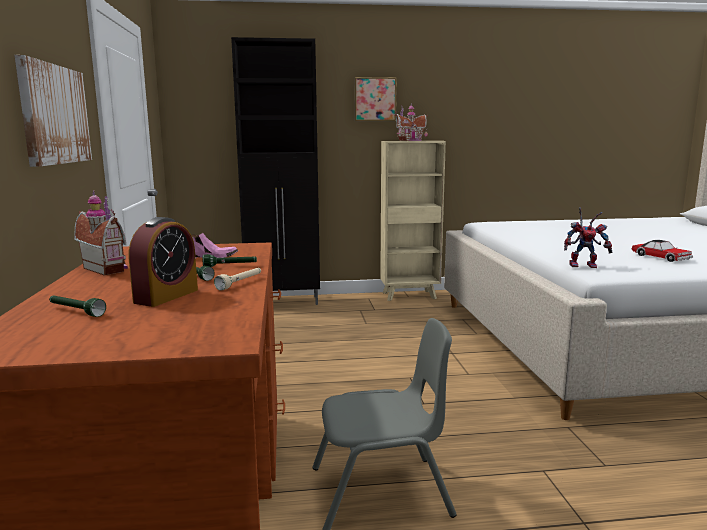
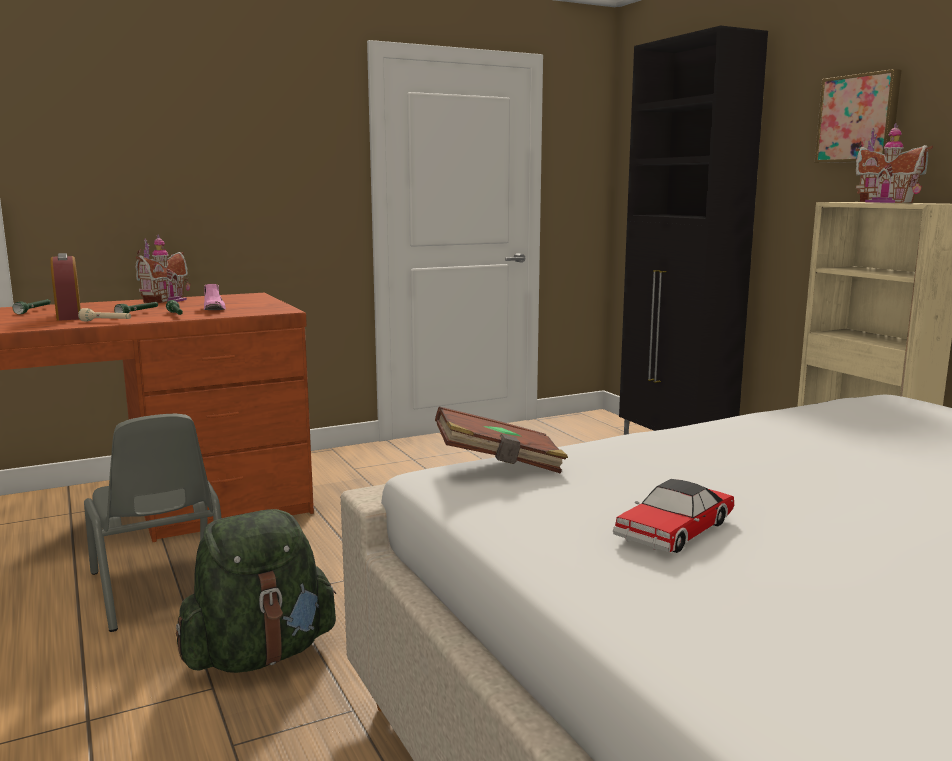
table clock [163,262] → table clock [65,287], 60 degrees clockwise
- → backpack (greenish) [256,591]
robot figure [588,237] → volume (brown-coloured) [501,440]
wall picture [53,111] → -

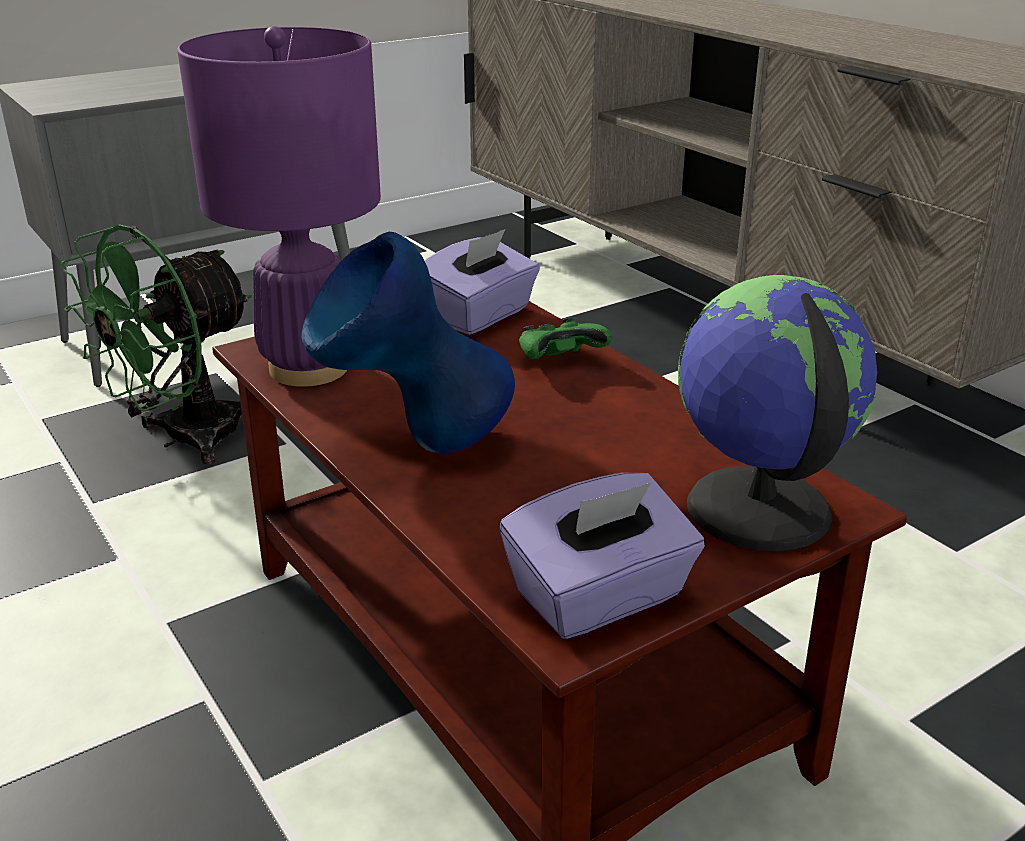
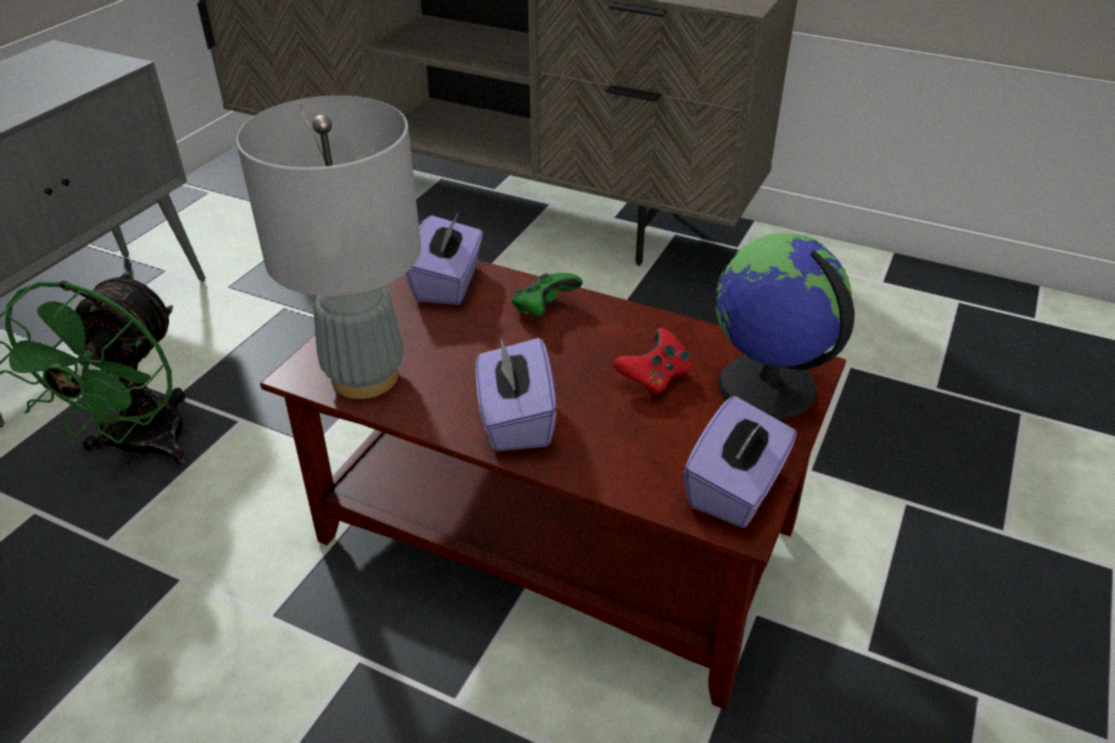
tabletop lamp (purple-coloured) [279,206] → tabletop lamp (grey) [328,247]
vase (blue-coloured) [408,343] → tissue holder (purple-coloured) [516,394]
- → gamepad (red-coloured) [652,362]

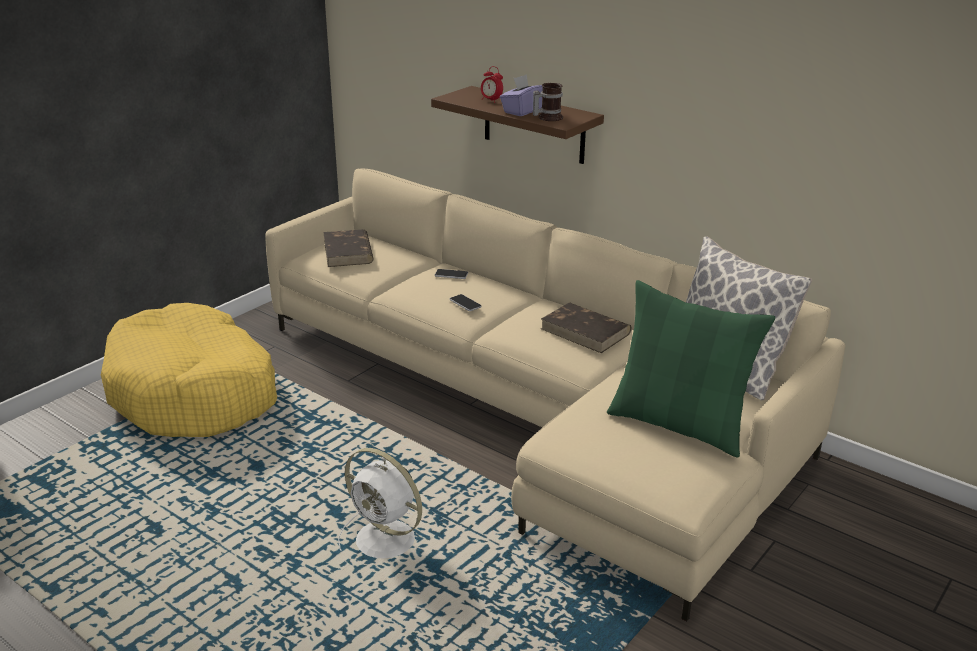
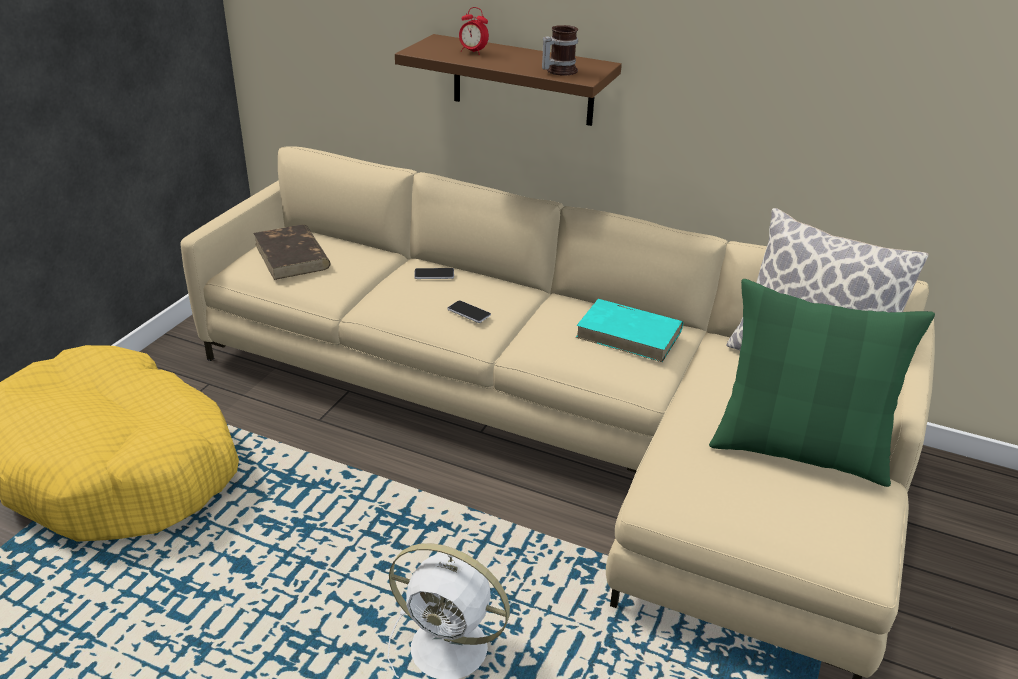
volume (brown-coloured) [586,327] → volume (blue-green) [629,330]
tissue holder (purple-coloured) [521,95] → -

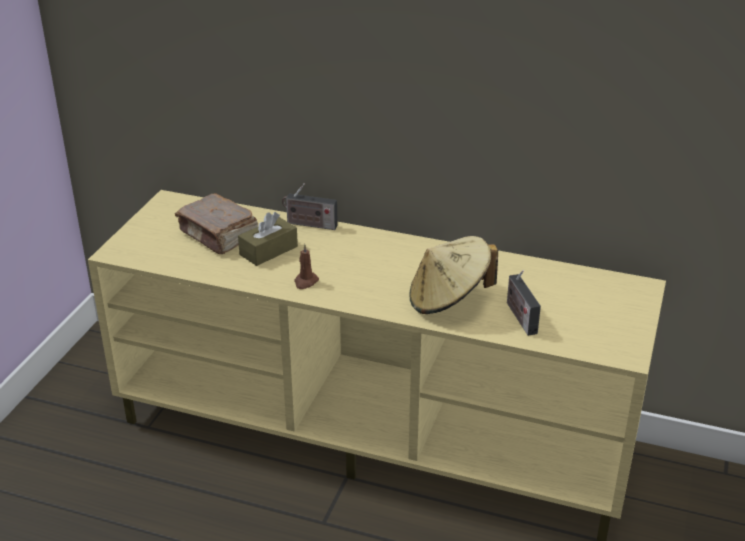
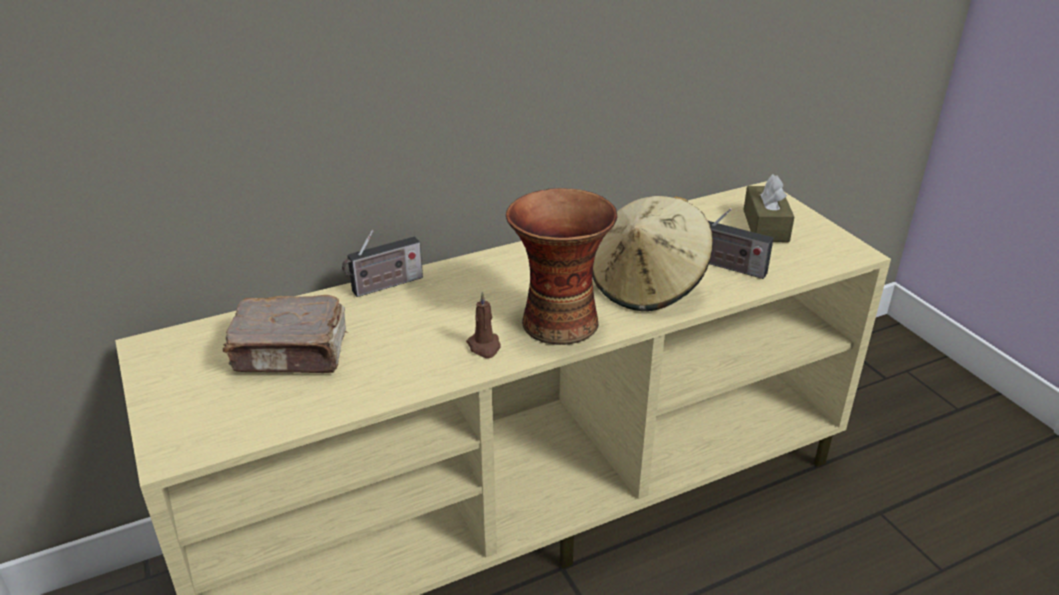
- → vase [561,266]
tissue holder (brown-coloured) [268,239] → tissue holder (brown-coloured) [769,208], shifted

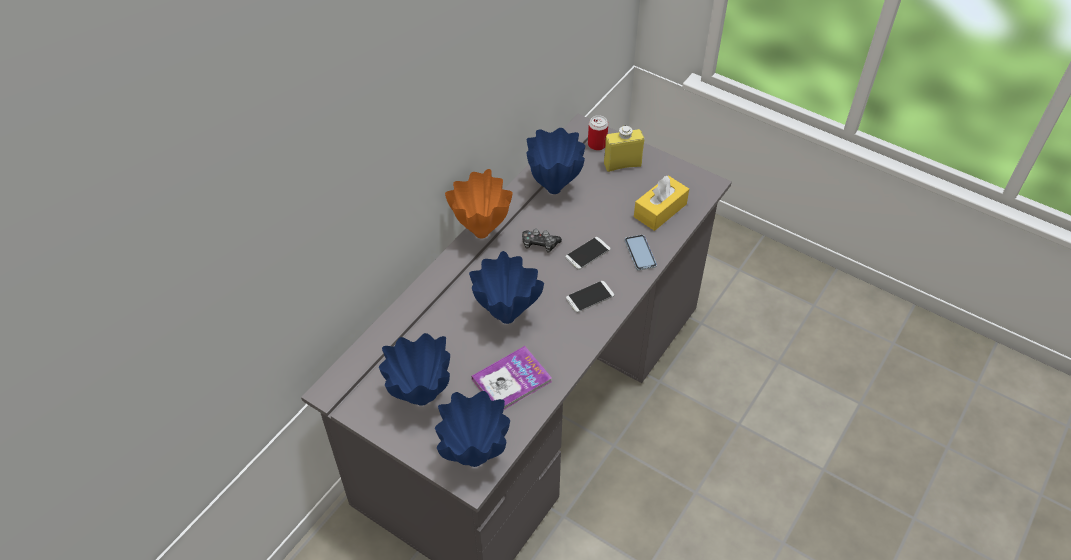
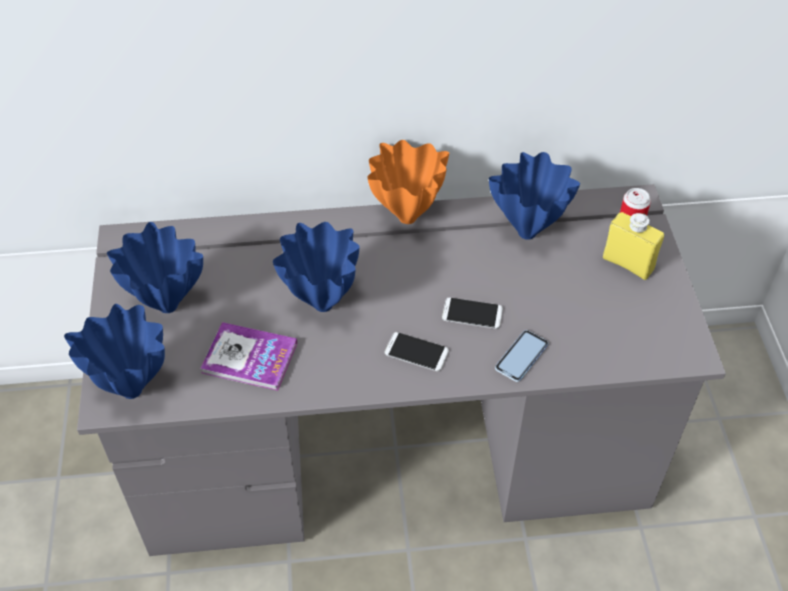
gamepad [542,241] → -
tissue holder (yellowish) [661,203] → -

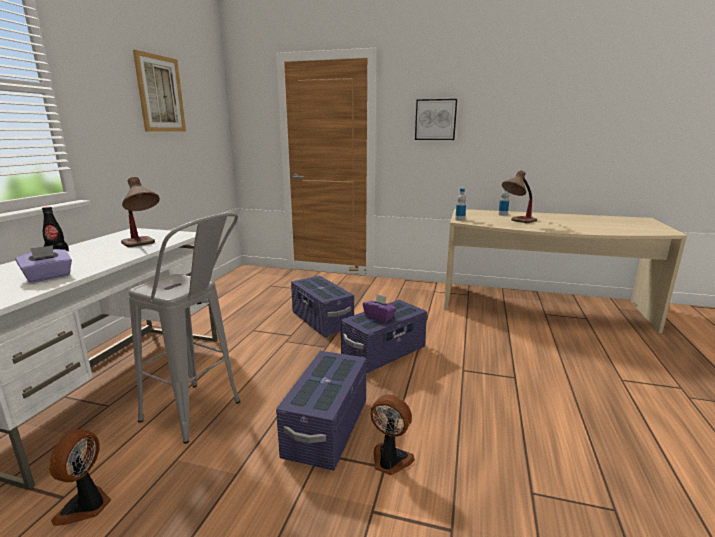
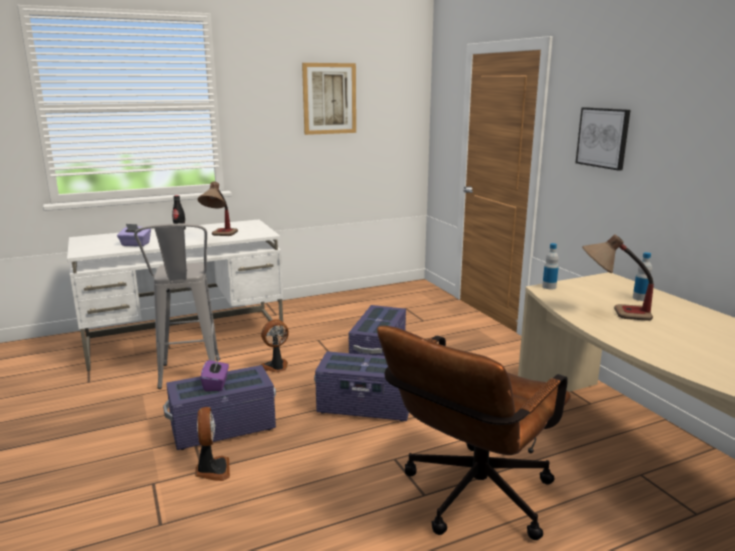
tissue holder (purple-coloured) [379,308] → tissue holder (purple-coloured) [214,374], shifted
fan [80,477] → fan [275,346], shifted
- → desk chair (brown-coloured) [474,433]

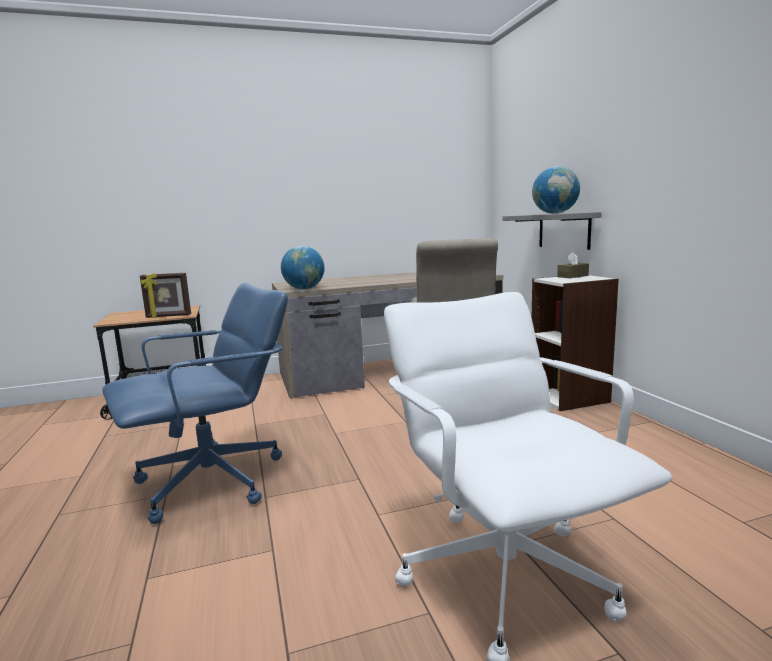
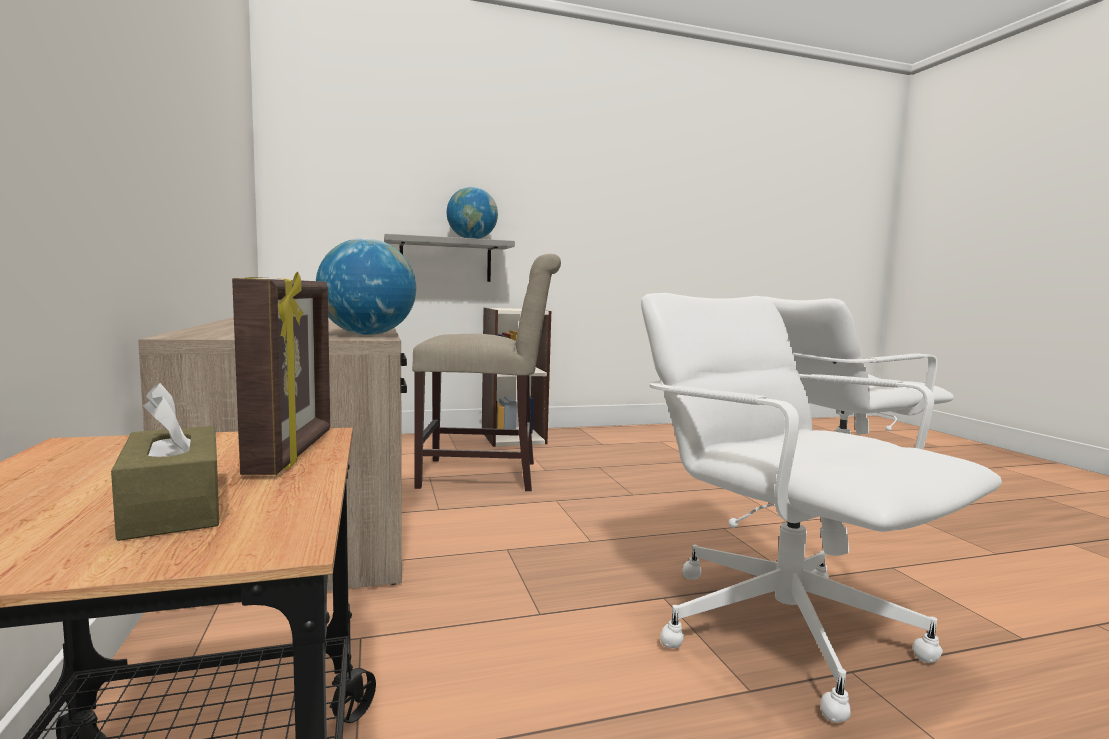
tissue holder (brown-coloured) [573,265] → tissue holder (brown-coloured) [165,462], shifted
desk chair (blue-coloured) [195,403] → desk chair (white) [821,508]

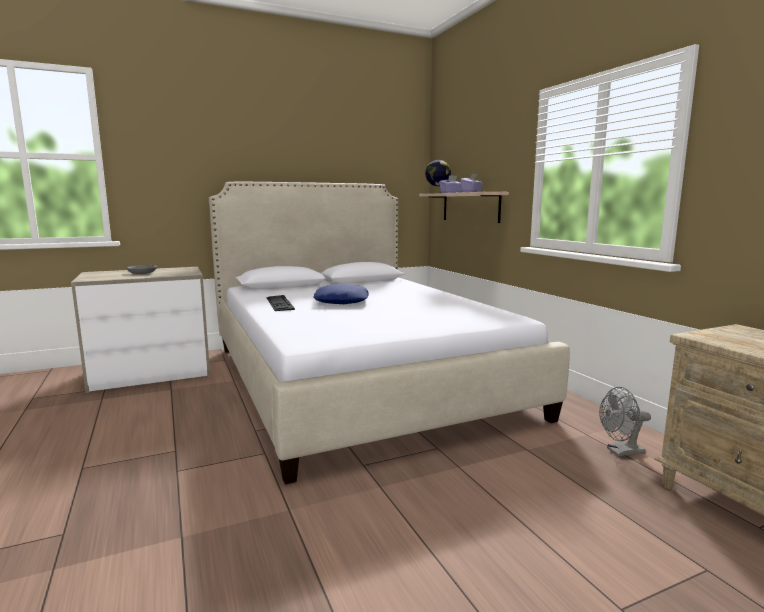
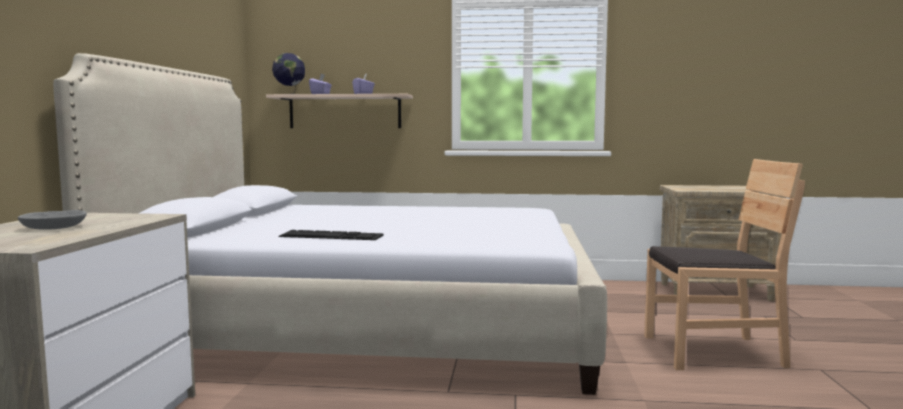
- → plain chair (brown-coloured) [724,264]
throw pillow (blue-coloured) [341,294] → -
fan (grey) [625,421] → -

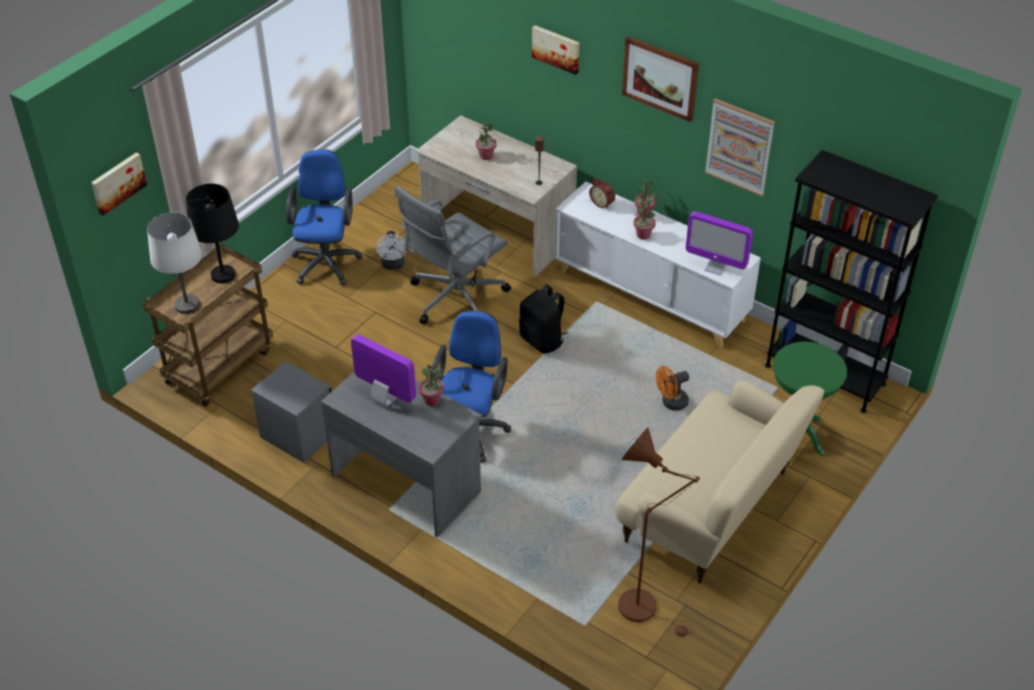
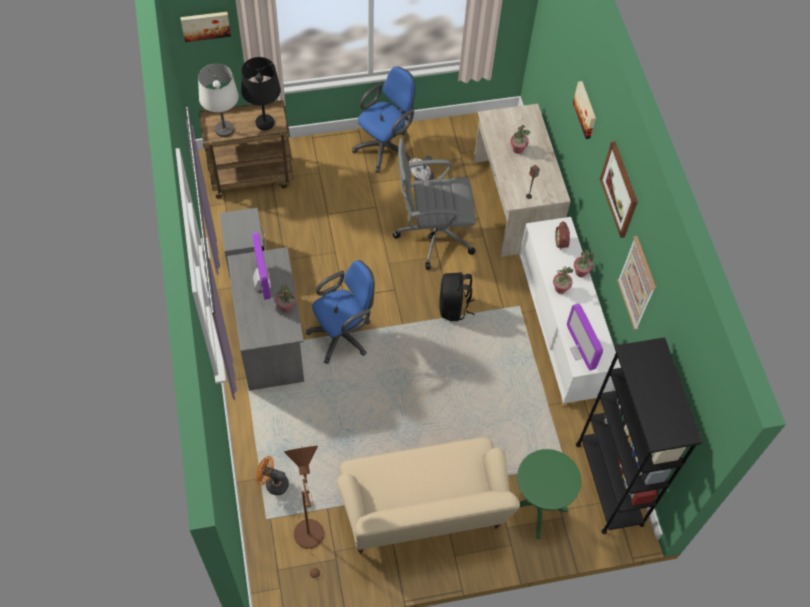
fan (orange) [672,388] → fan (orange) [272,475], shifted

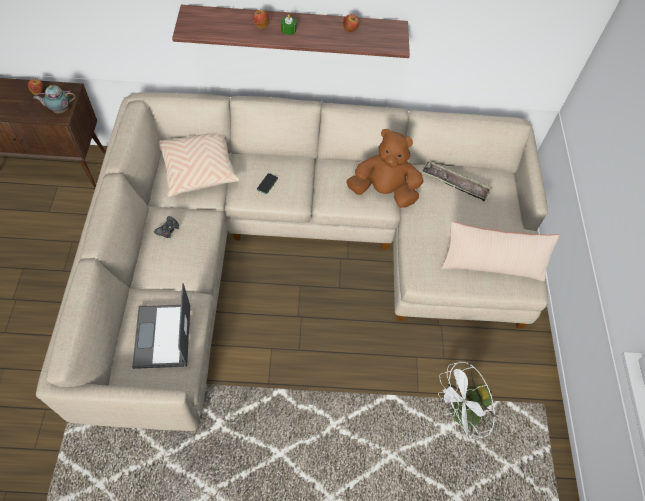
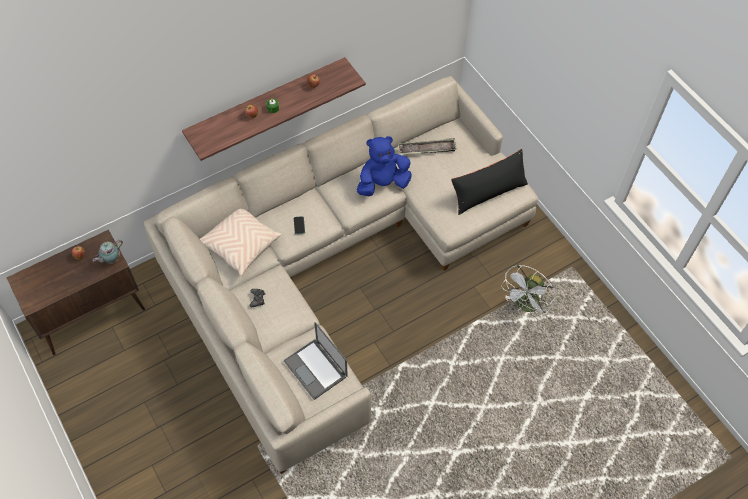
soft toy (brown-coloured) [384,168] → soft toy (blue-coloured) [384,166]
throw pillow (sand-coloured) [500,251] → throw pillow (blackish) [489,182]

